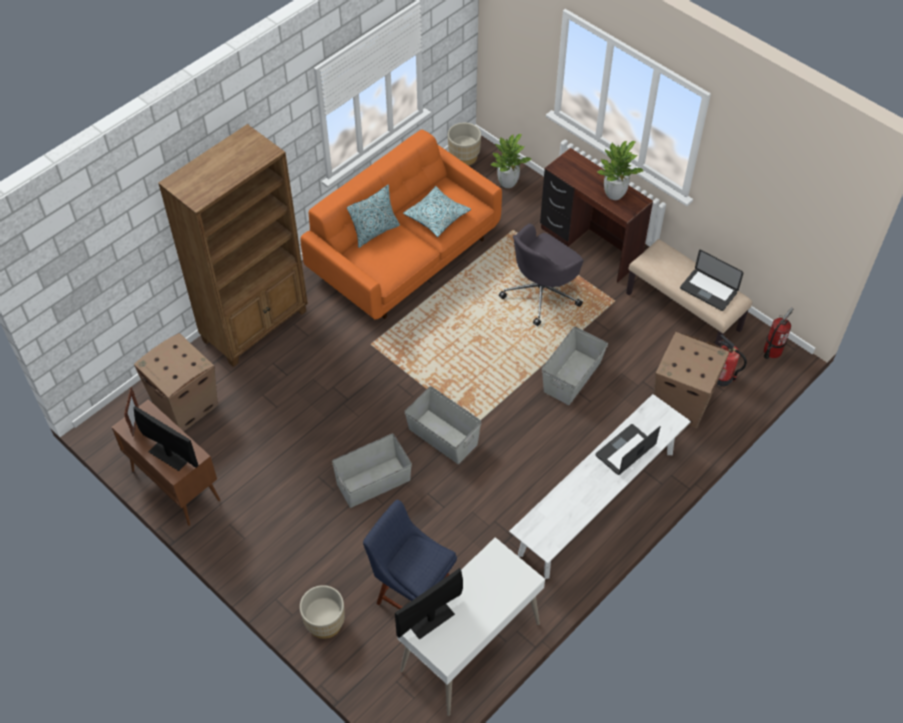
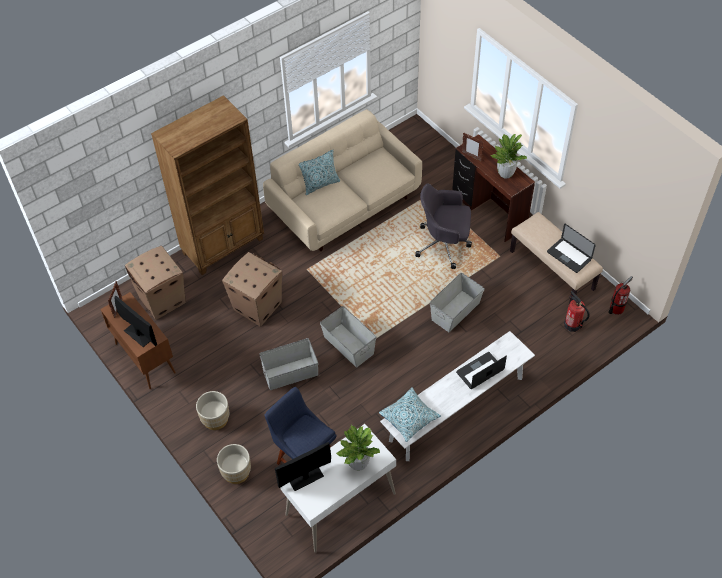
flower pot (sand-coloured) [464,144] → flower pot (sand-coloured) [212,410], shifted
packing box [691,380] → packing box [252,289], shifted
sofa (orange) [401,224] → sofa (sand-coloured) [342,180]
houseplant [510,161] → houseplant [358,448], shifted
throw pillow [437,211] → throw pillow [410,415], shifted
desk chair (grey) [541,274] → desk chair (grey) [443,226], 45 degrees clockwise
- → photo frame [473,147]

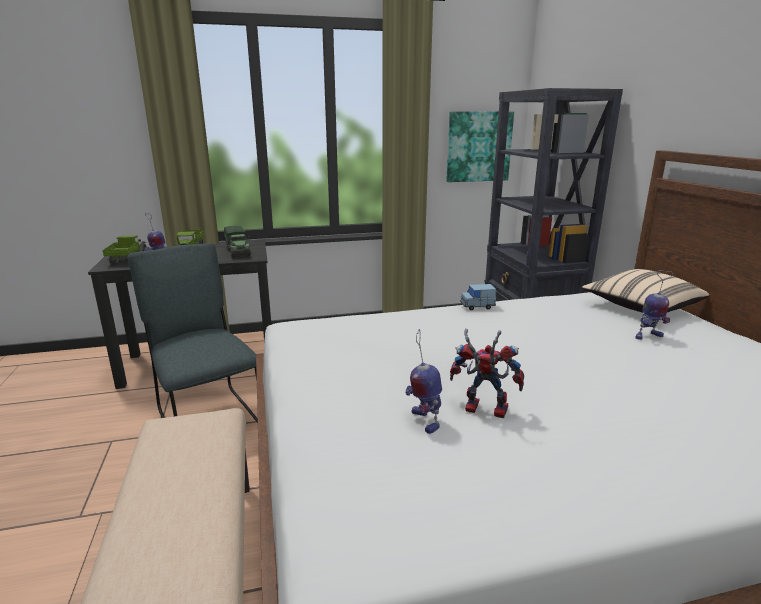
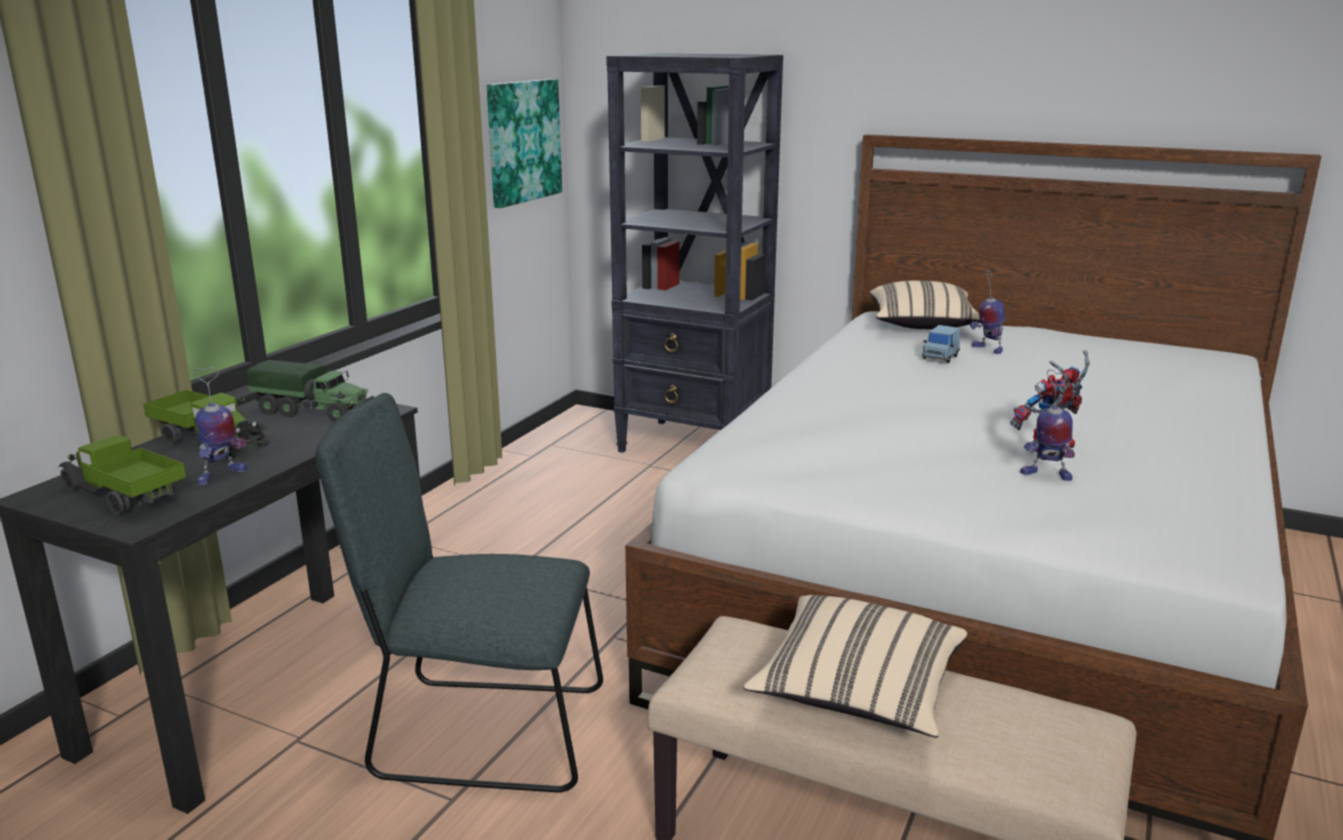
- → throw pillow (sand-coloured) [855,666]
miniature car (blue-coloured) [478,297] → miniature car (blue-coloured) [941,344], shifted
robot figure [654,305] → robot figure [987,311], 120 degrees clockwise

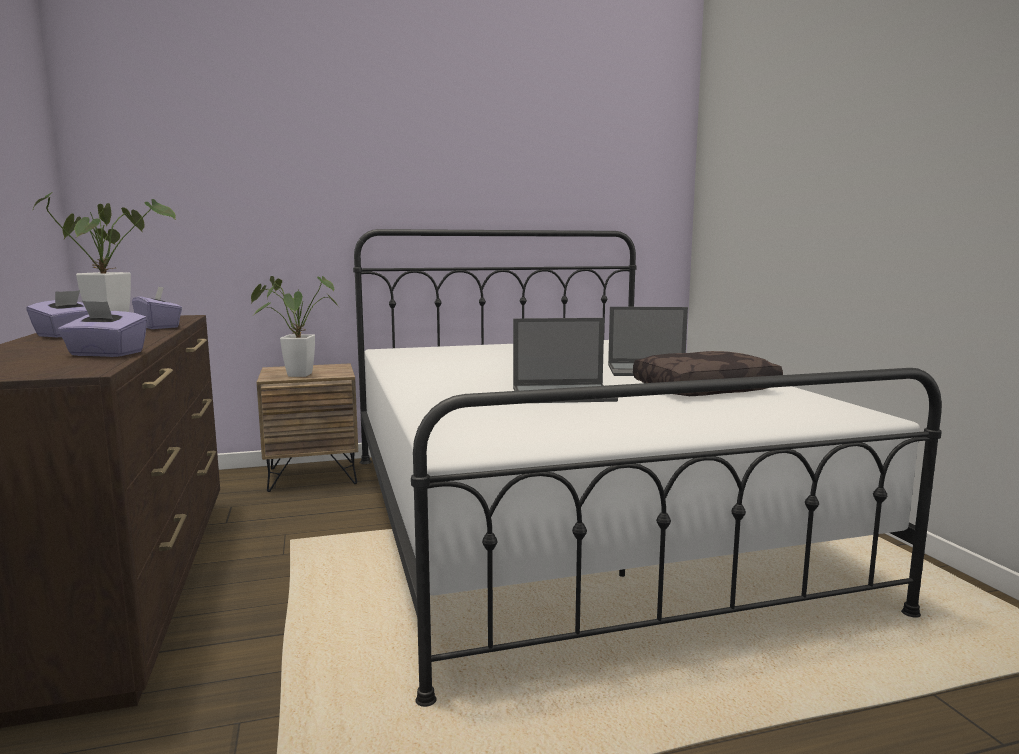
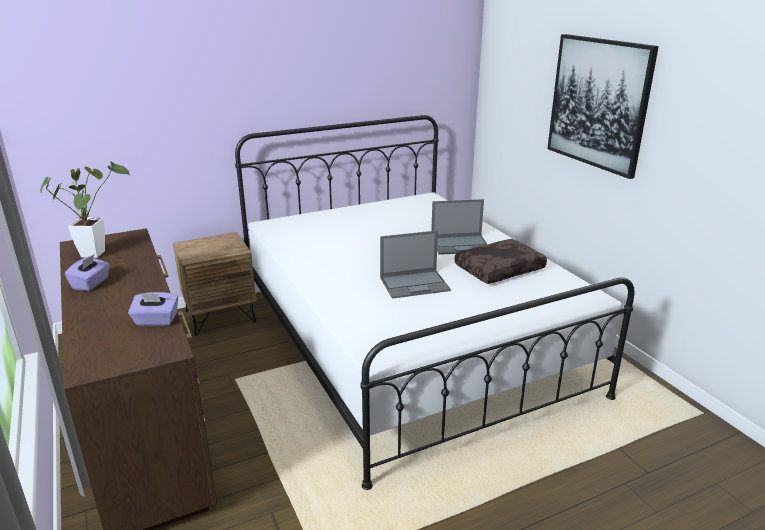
- → wall picture [603,106]
tissue holder (purple-coloured) [157,307] → -
houseplant [295,326] → -

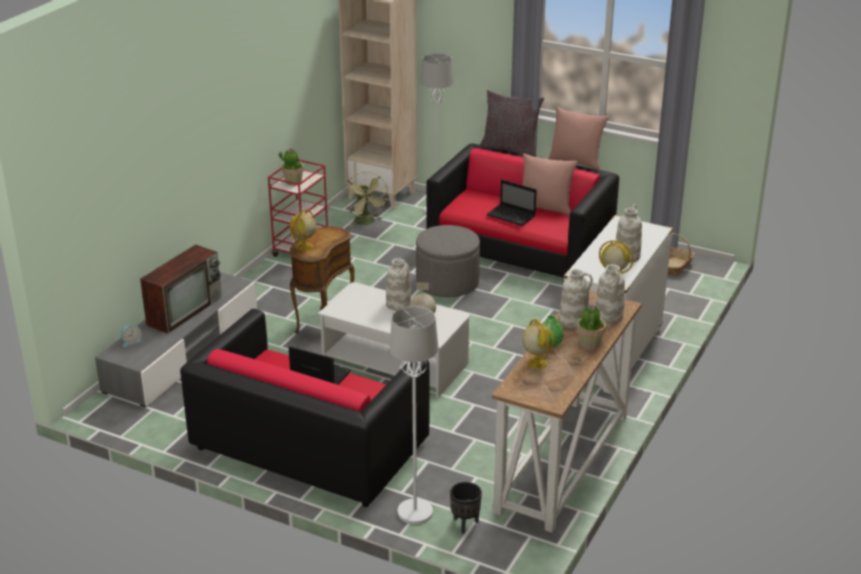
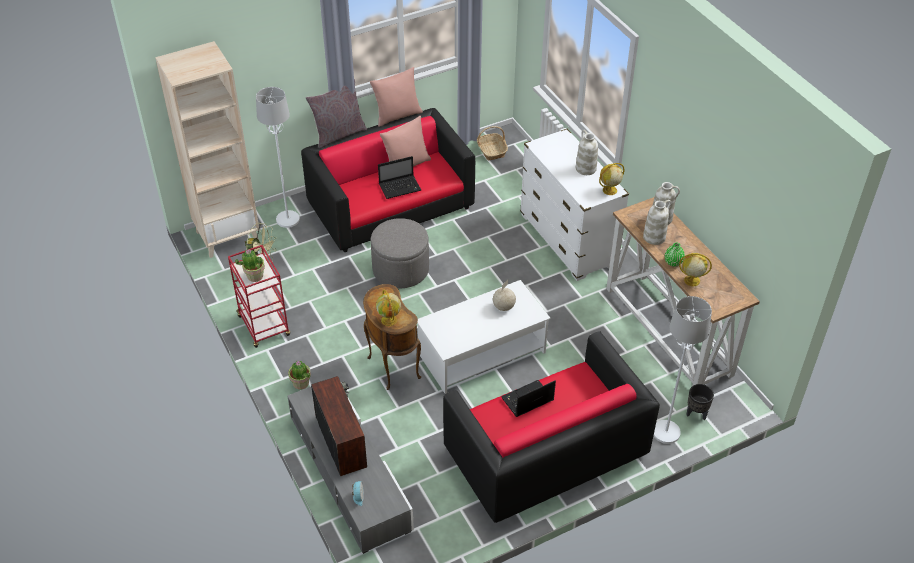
houseplant [591,327] → houseplant [299,375], shifted
vase (white) [398,284] → -

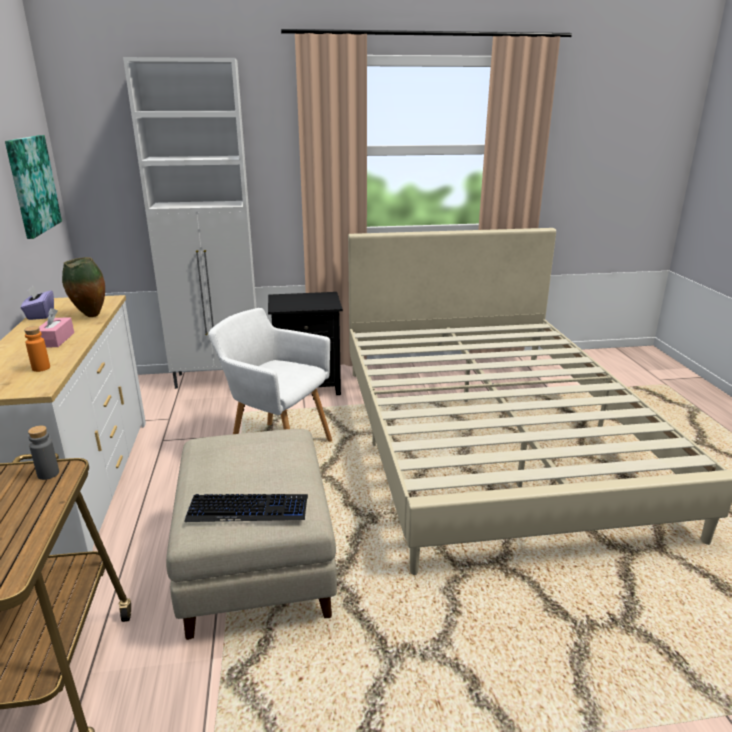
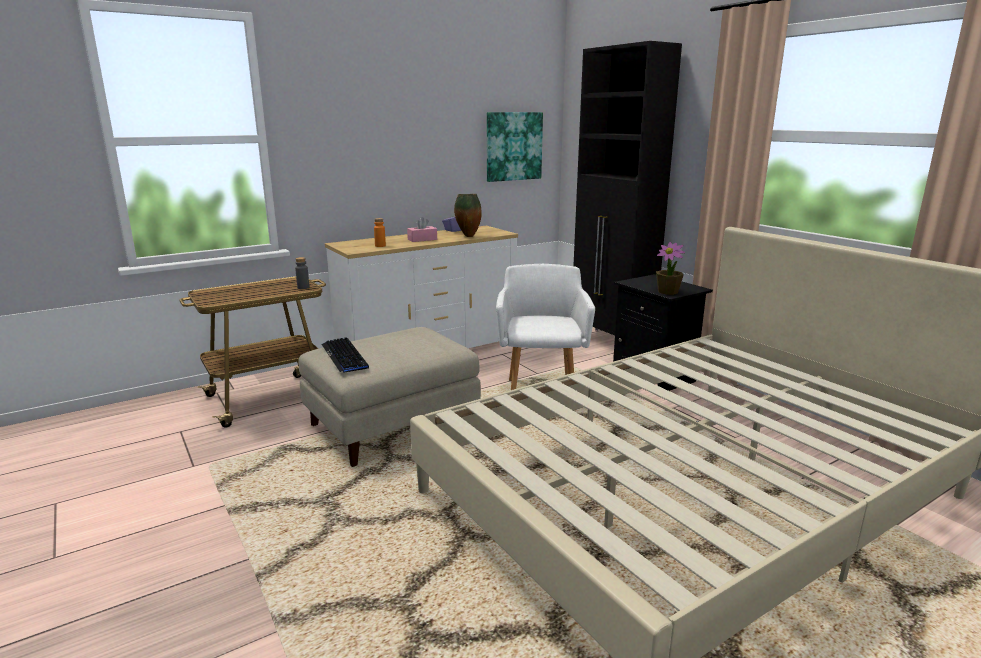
cabinet (white) [190,223] → cabinet (blackish) [627,188]
- → houseplant [670,268]

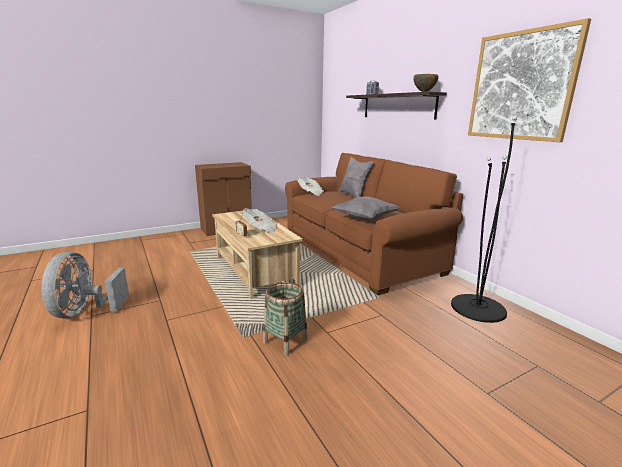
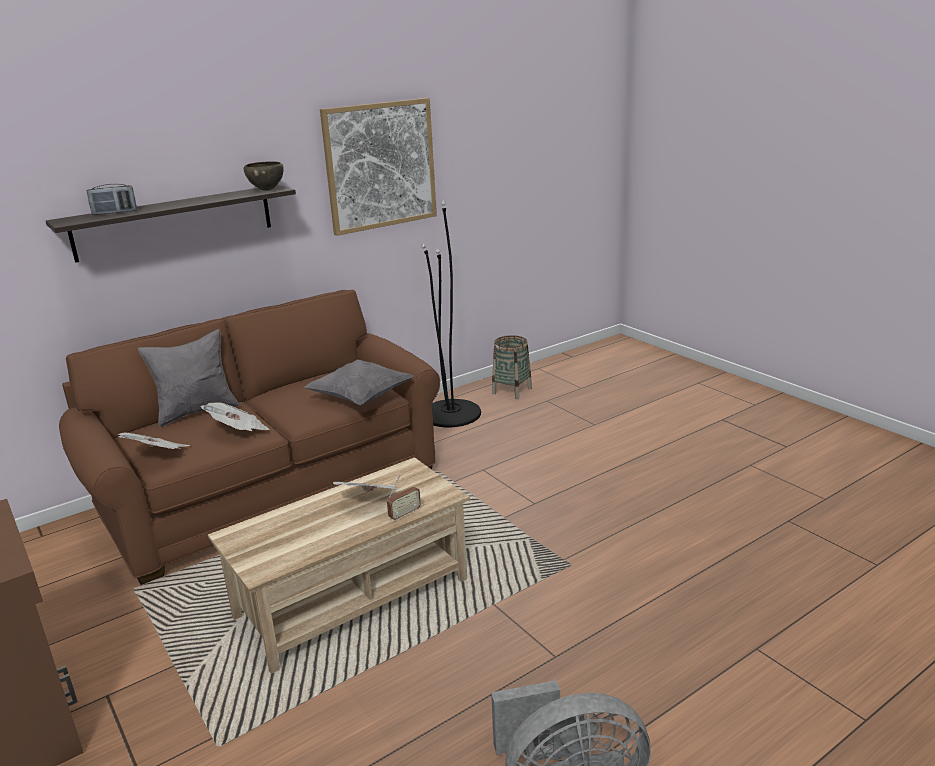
- → printed paper [234,416]
household basket [285,319] → household basket [512,367], shifted

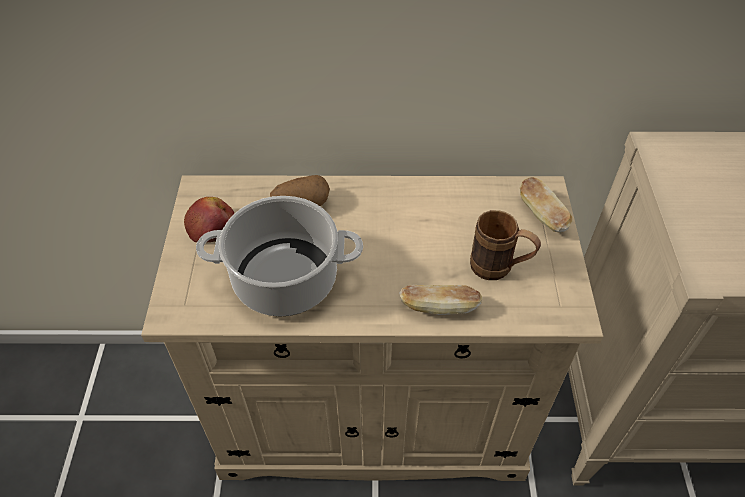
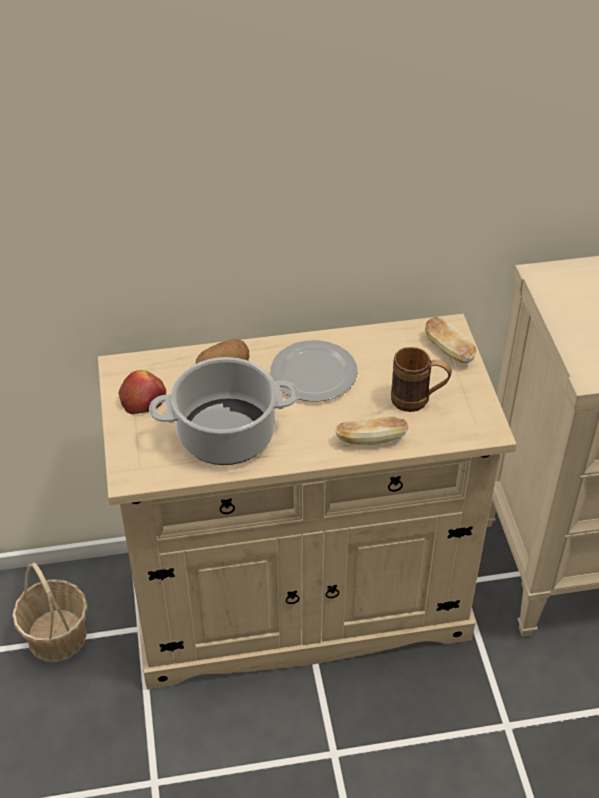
- → household basket [50,612]
- → dinner plate [314,371]

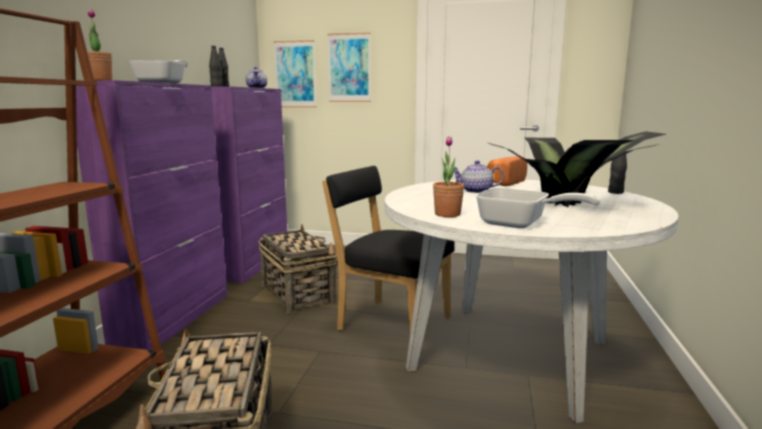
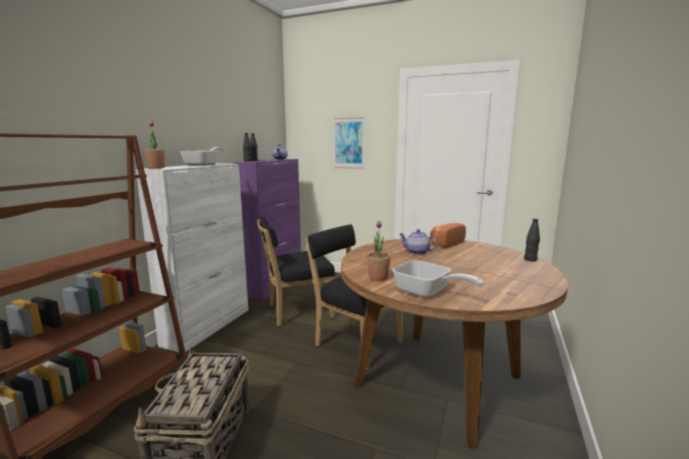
cabinet (purple-coloured) [151,215] → cabinet (white) [192,258]
household basket [298,269] → plain chair (blackish) [296,271]
dining table (white) [532,302] → dining table (brown-coloured) [454,343]
wall picture [295,74] → -
houseplant [576,169] → -

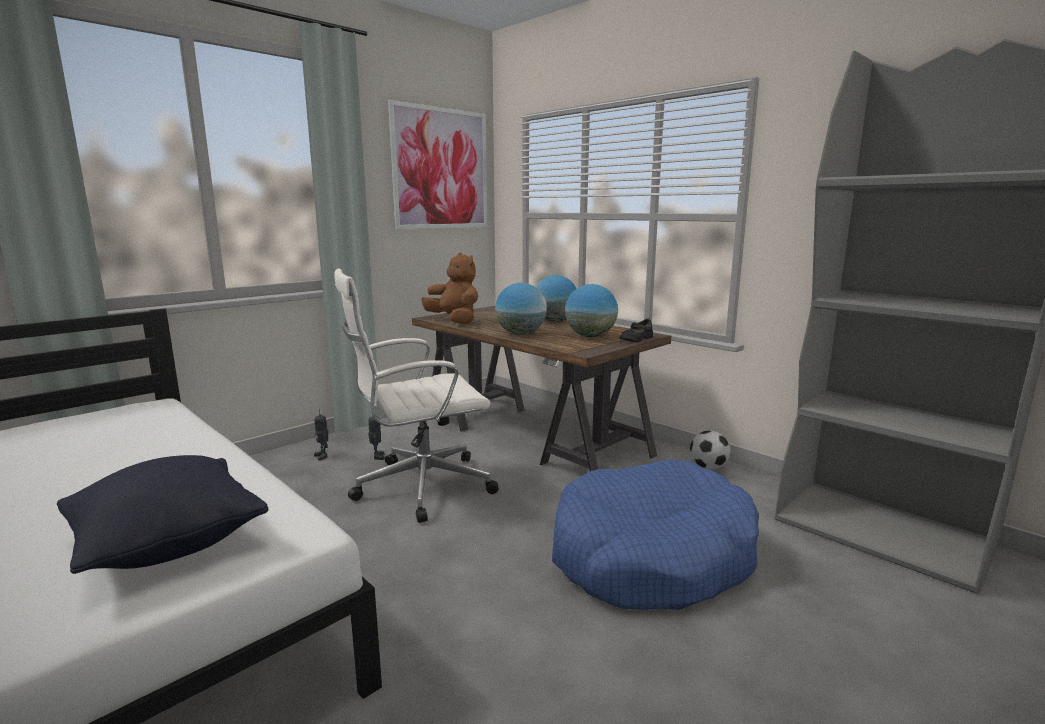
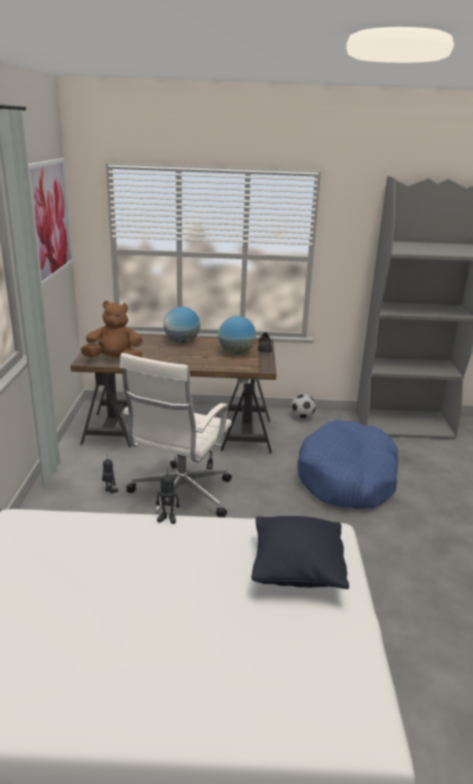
robot figure [321,434] → robot figure [168,496], shifted
globe [521,309] → -

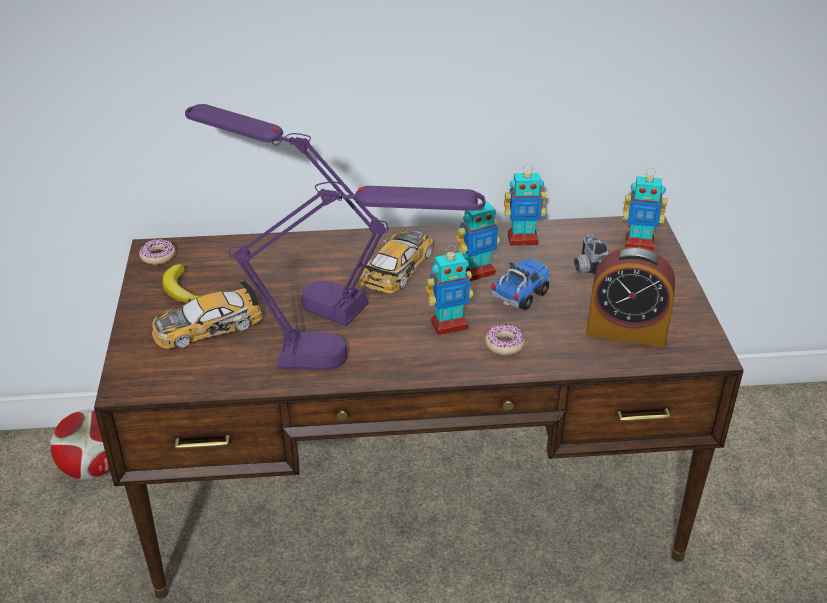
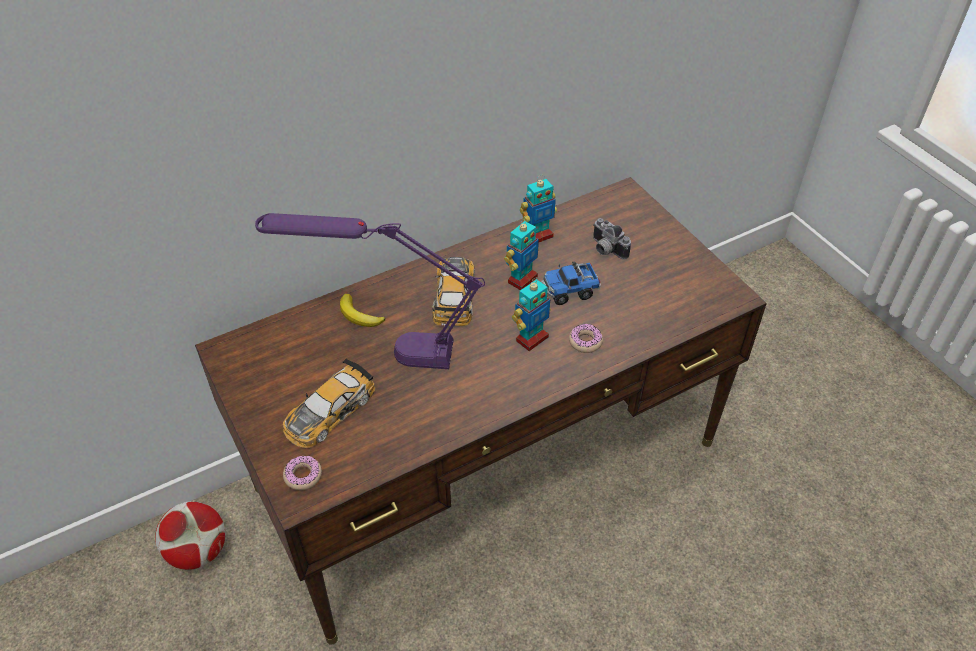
donut [157,252] → donut [302,472], shifted
whole banana [181,283] → whole banana [362,310], shifted
model truck [520,284] → model truck [571,283], 120 degrees counterclockwise
tabletop lamp (purple-coloured) [357,275] → -
table clock [630,297] → -
robot figure [645,209] → -

